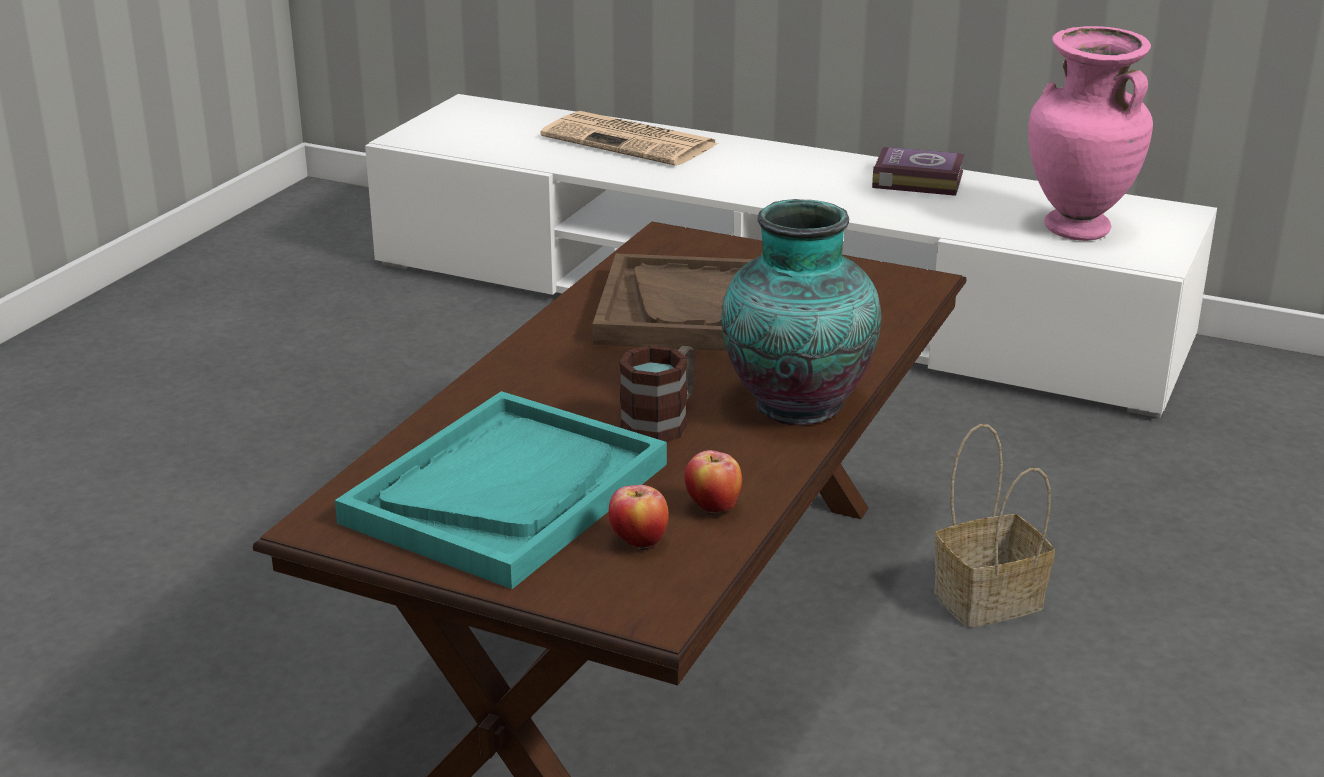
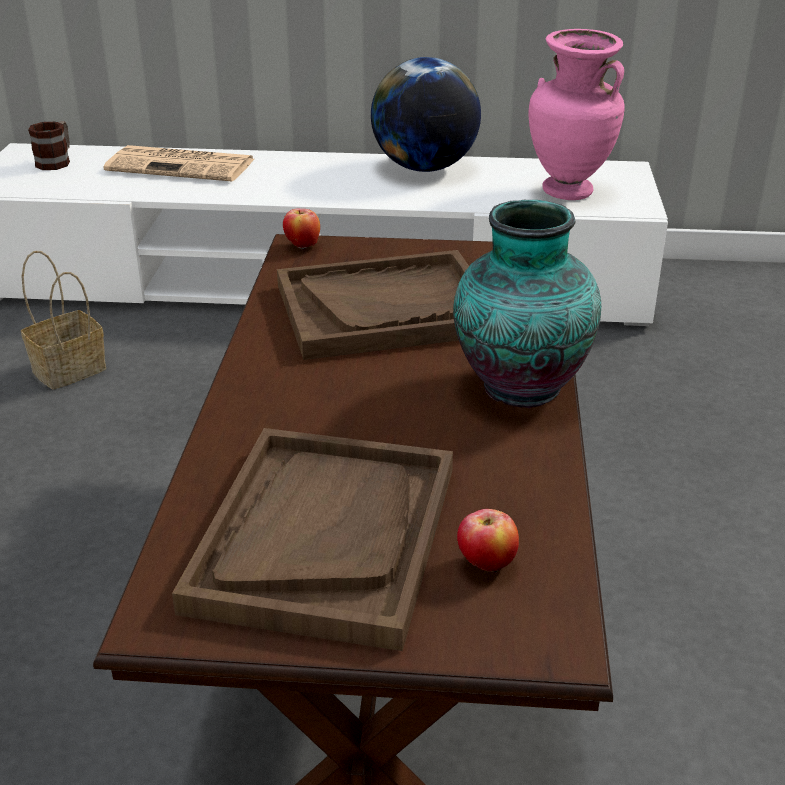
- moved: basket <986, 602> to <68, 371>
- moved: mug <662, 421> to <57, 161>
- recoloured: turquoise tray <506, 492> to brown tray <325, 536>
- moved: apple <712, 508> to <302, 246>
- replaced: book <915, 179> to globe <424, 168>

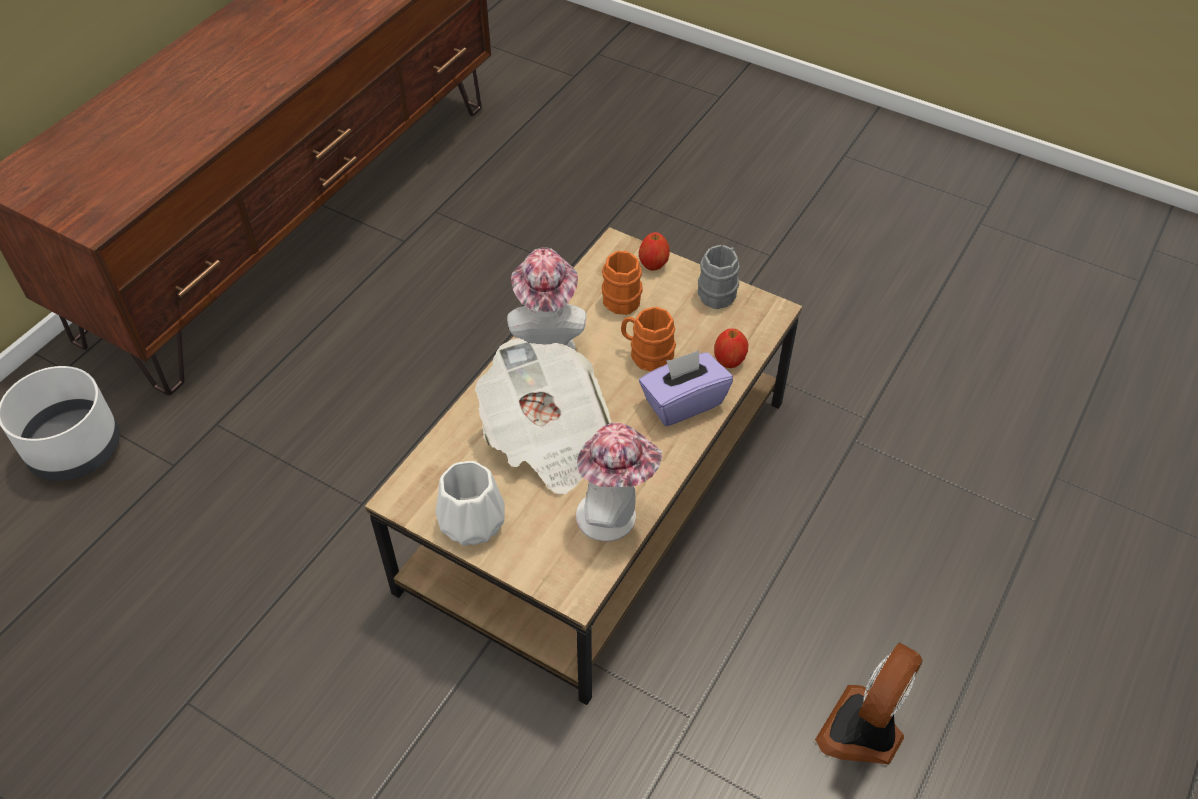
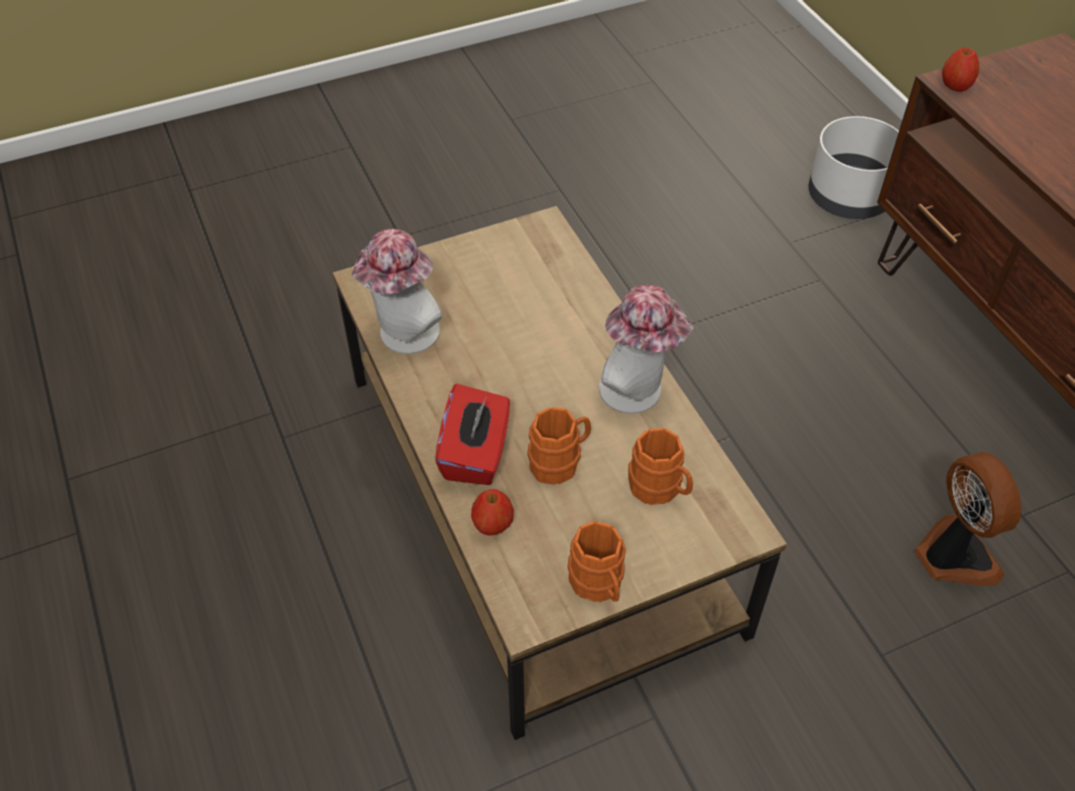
- recoloured: purple tissue box <683, 402> to red tissue box <476, 454>
- recoloured: grey mug <719, 291> to orange mug <598, 585>
- moved: fan <863, 732> to <952, 555>
- moved: apple <653, 264> to <955, 87>
- removed: white vase <472, 521>
- removed: newspaper <547, 438>

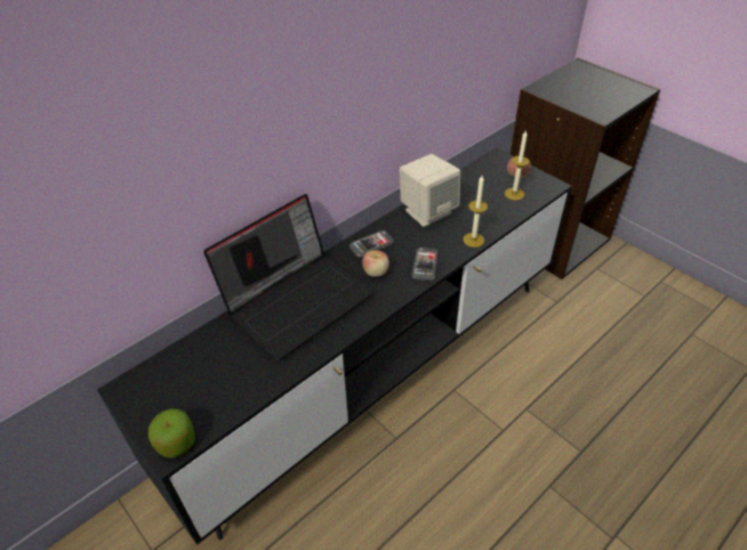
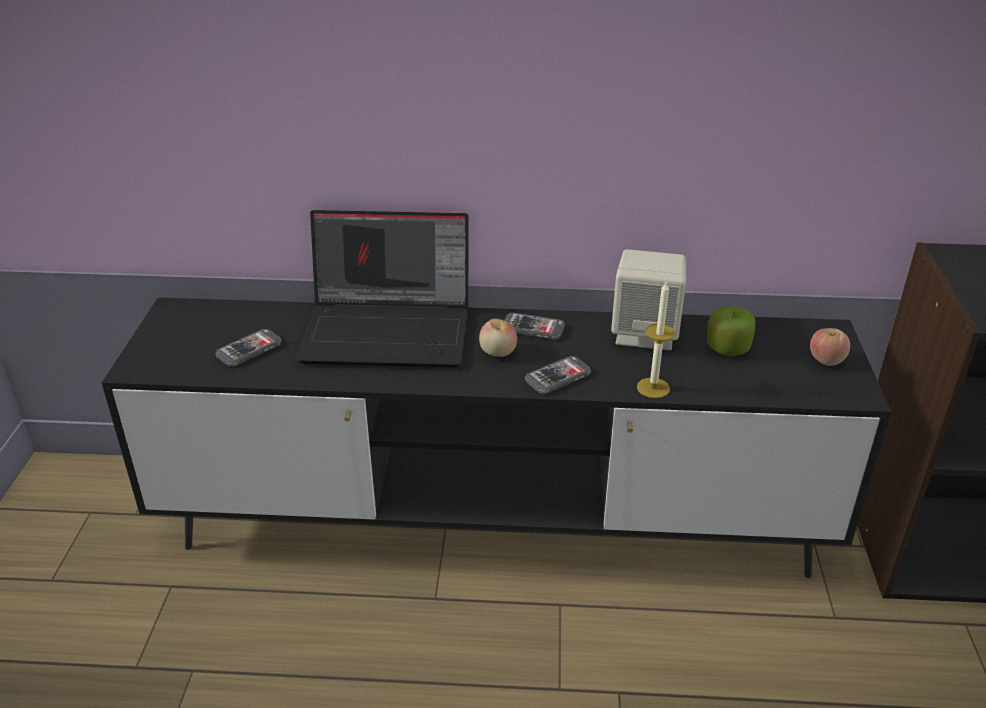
- added: phone <249, 349>
- moved: apple <176, 443> to <727, 348>
- removed: candle <514, 194>

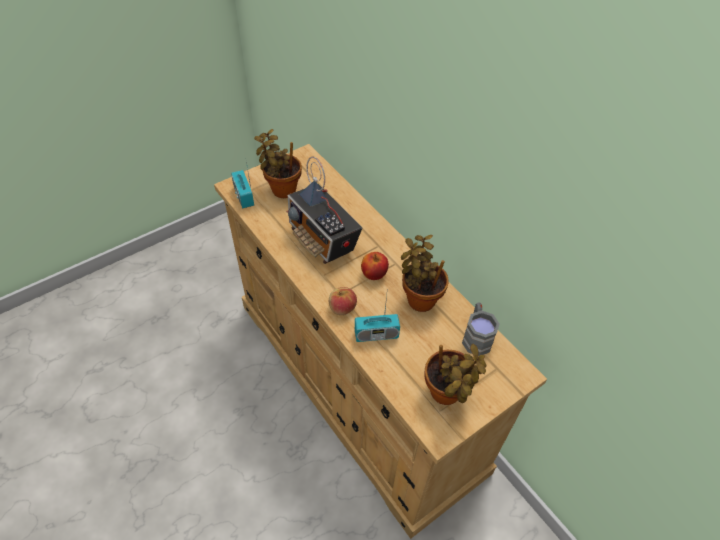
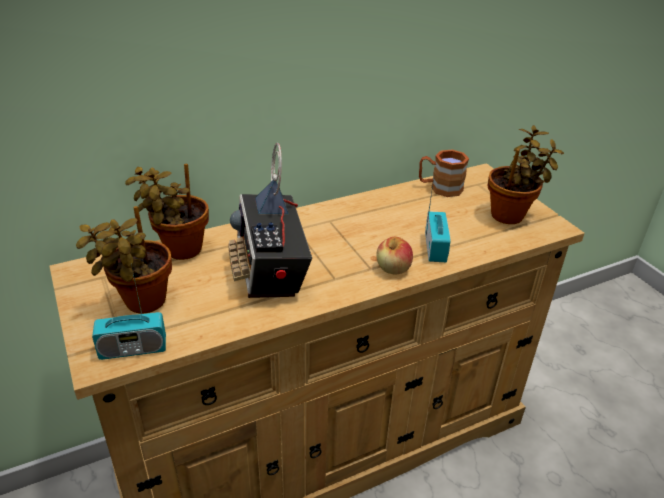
- moved: potted plant <419, 298> to <179, 250>
- turned: radio <323, 240> = <270, 272> 105 degrees clockwise
- recoloured: grey mug <476, 336> to brown mug <439, 188>
- removed: apple <374, 274>

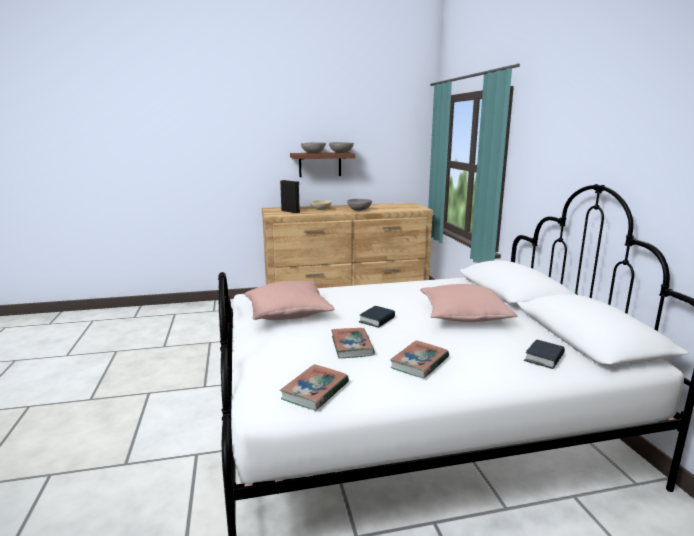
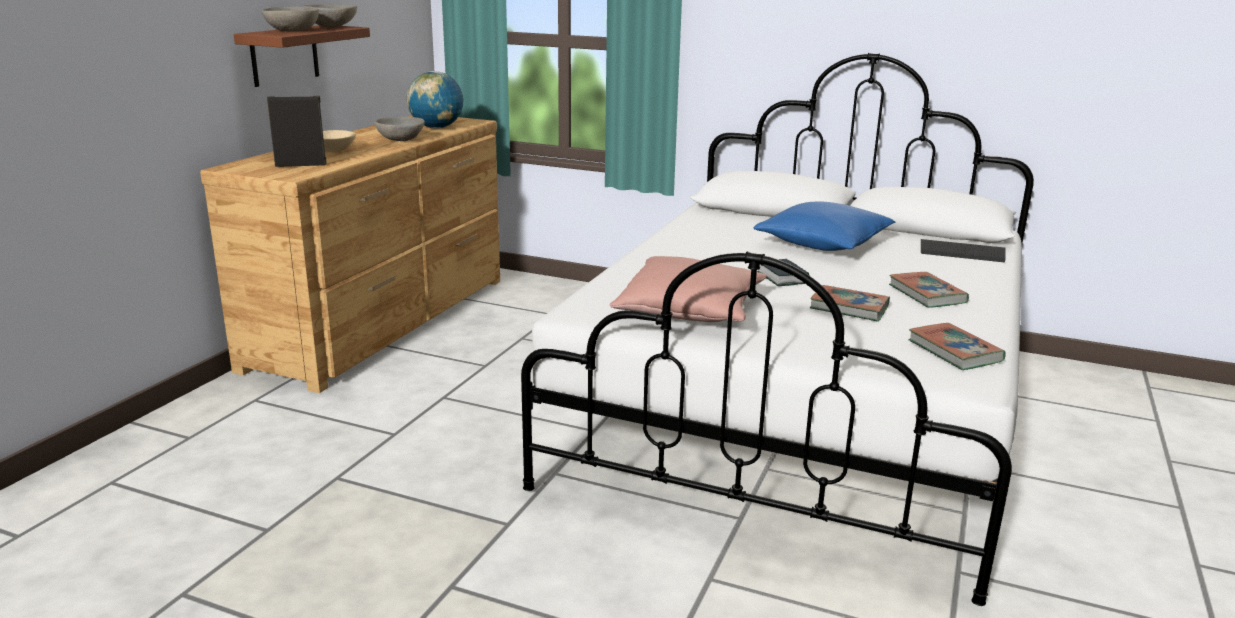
- added: globe <436, 128>
- recoloured: pink pillow <464, 316> to blue pillow <823, 244>
- replaced: book <544, 358> to keyboard <961, 253>

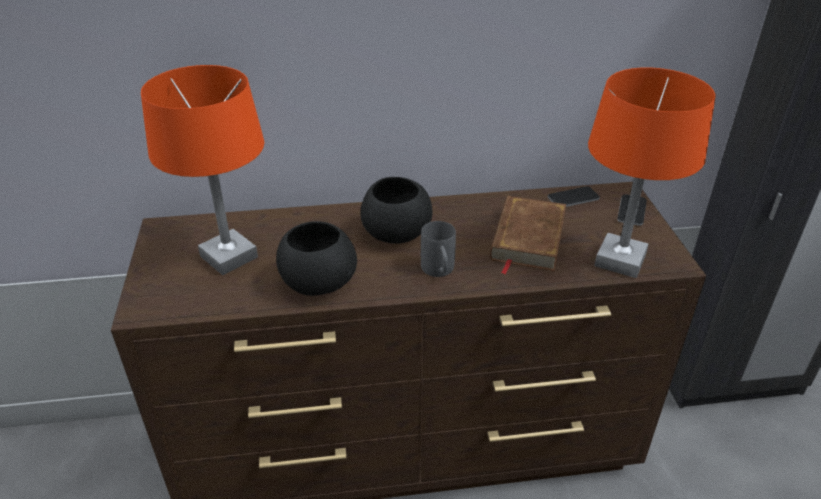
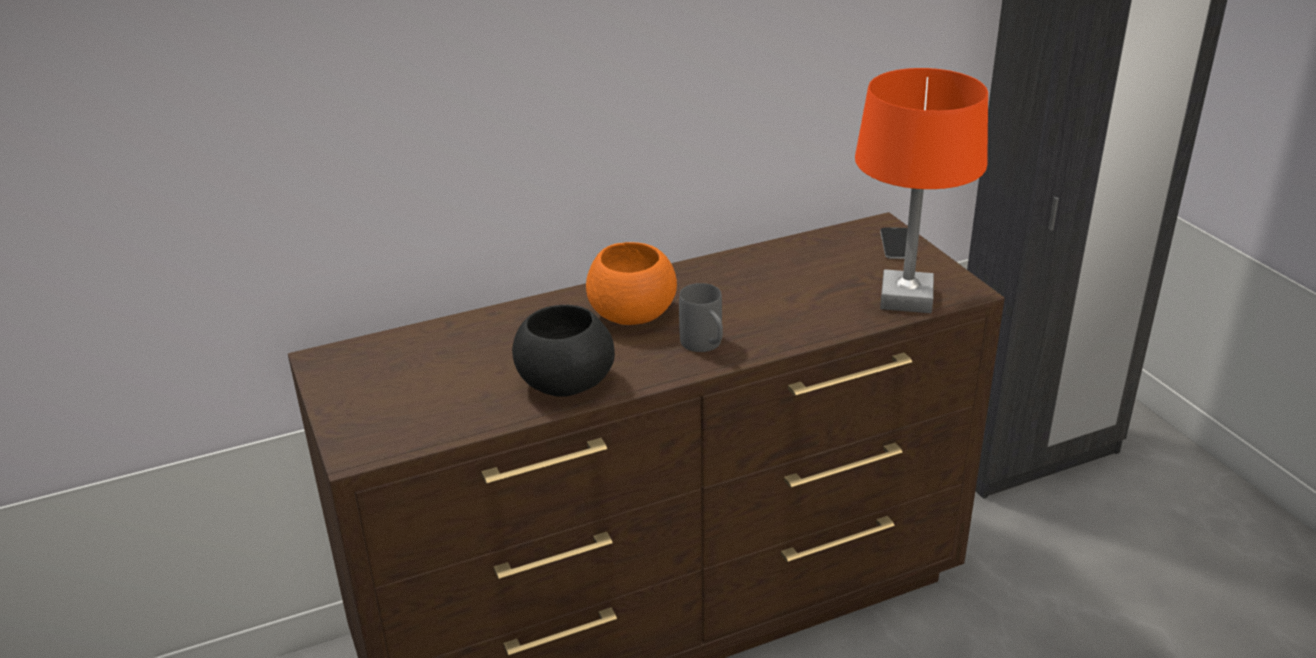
- recoloured: black bowl <395, 234> to orange bowl <631, 315>
- removed: orange table lamp <228, 257>
- removed: brown book <527, 238>
- removed: phone <573, 198>

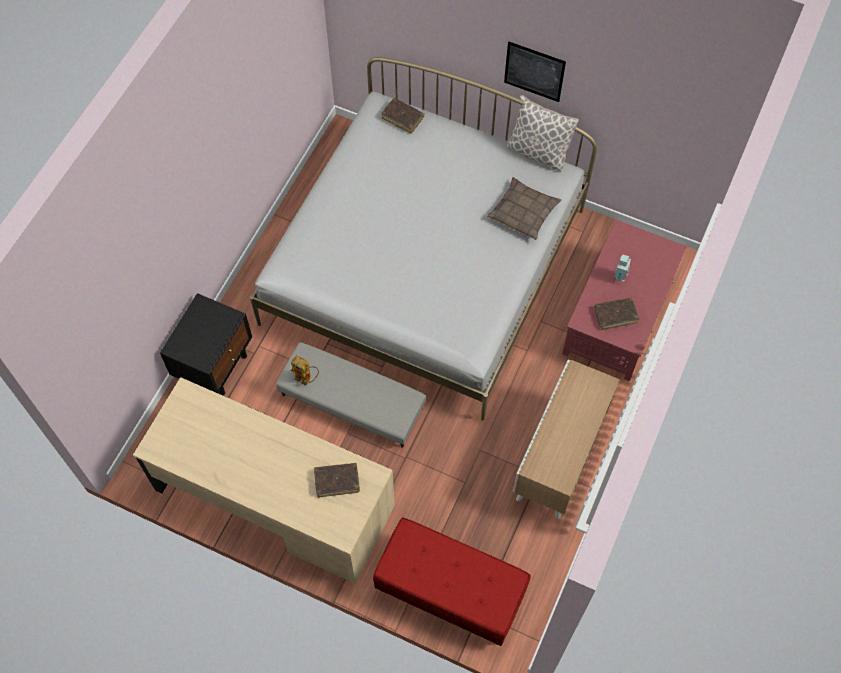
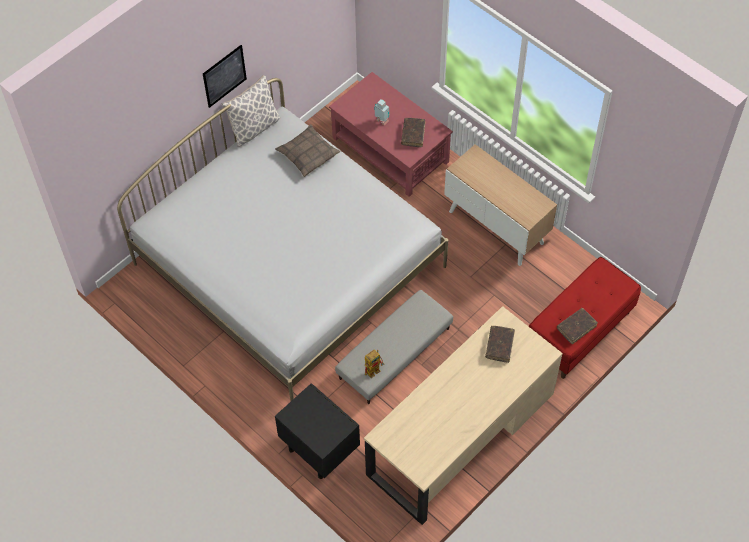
- moved: brown book <402, 118> to <576, 327>

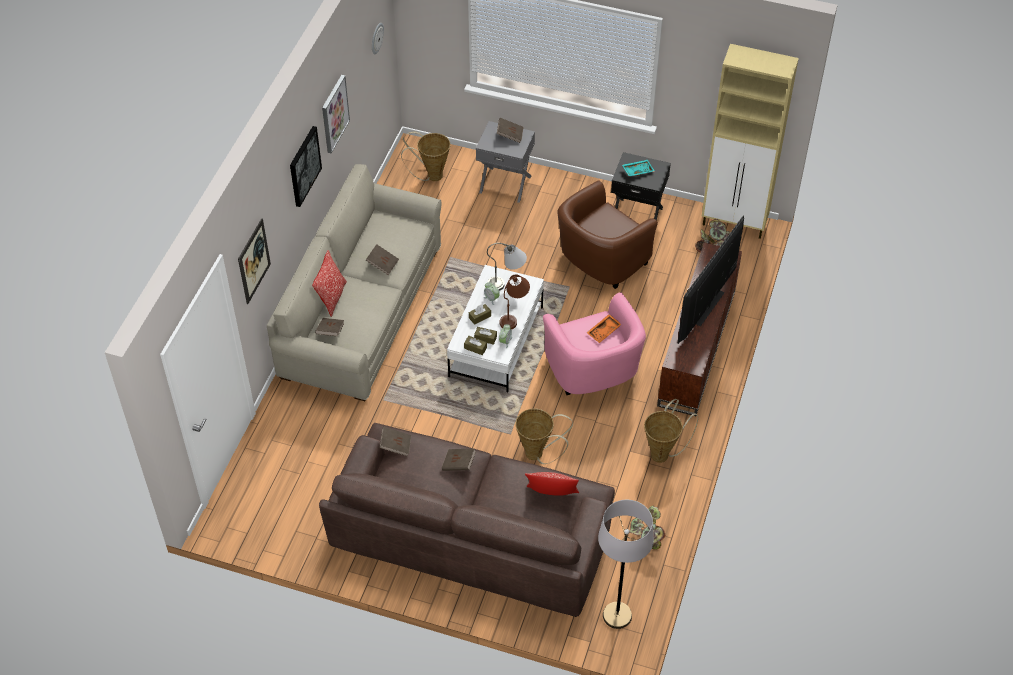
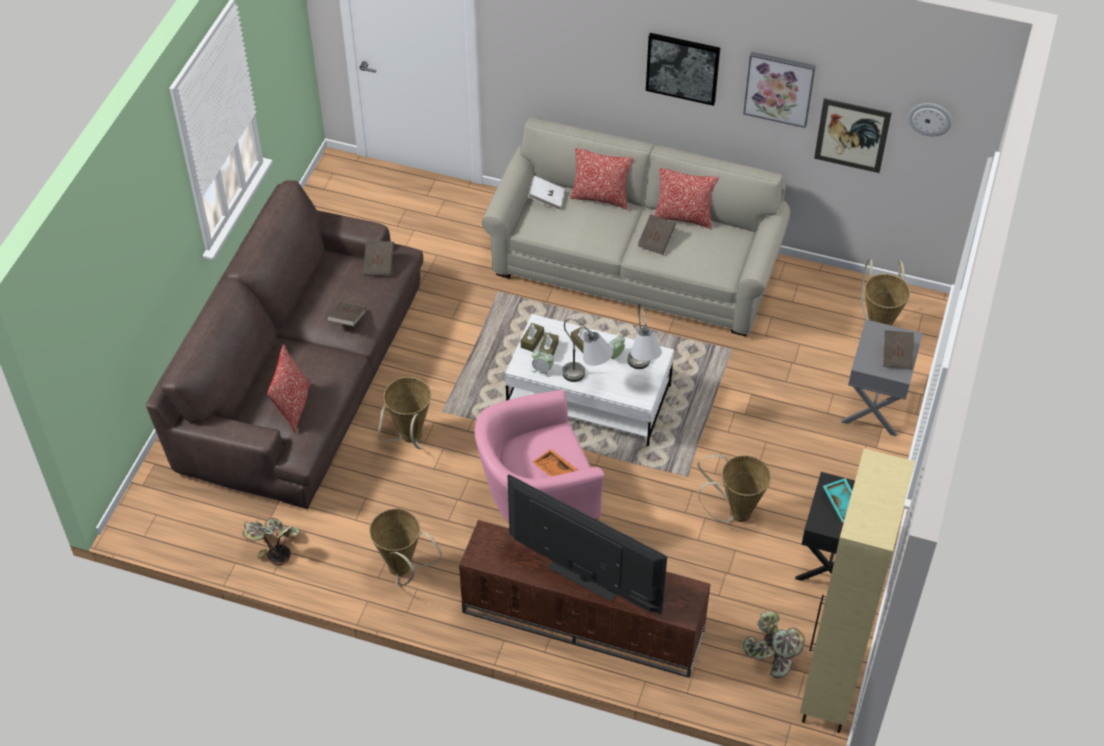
- recoloured: brown book <330, 331> to white book <546, 199>
- recoloured: brown table lamp <514, 315> to grey table lamp <587, 379>
- added: pillow <684, 217>
- replaced: brown armchair <600, 263> to basket <734, 513>
- moved: picture <254, 261> to <852, 135>
- removed: grey floor lamp <617, 616>

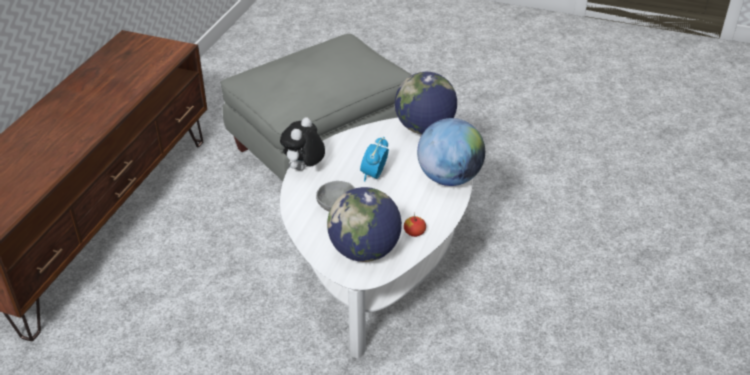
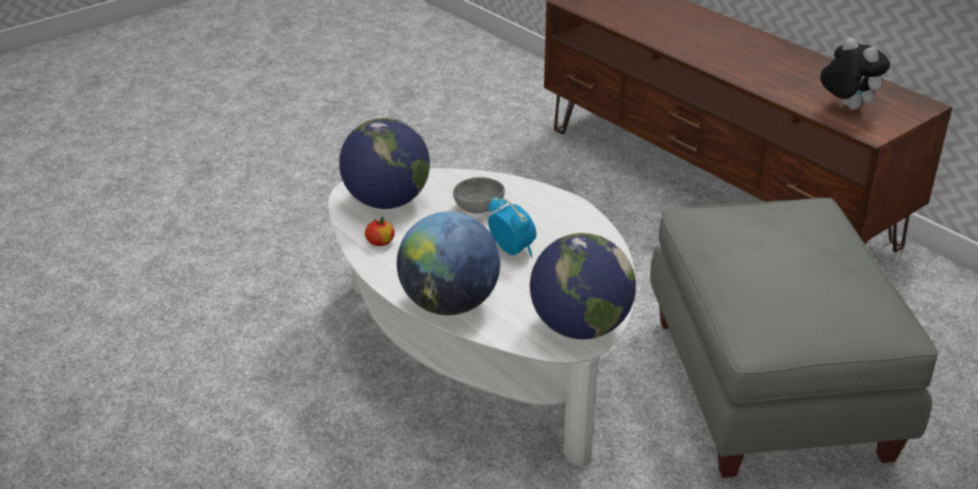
- moved: plush toy <304, 169> to <846, 107>

